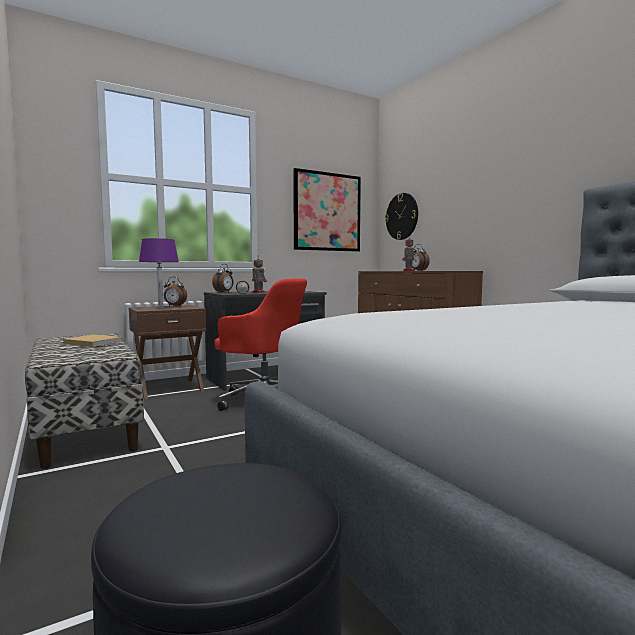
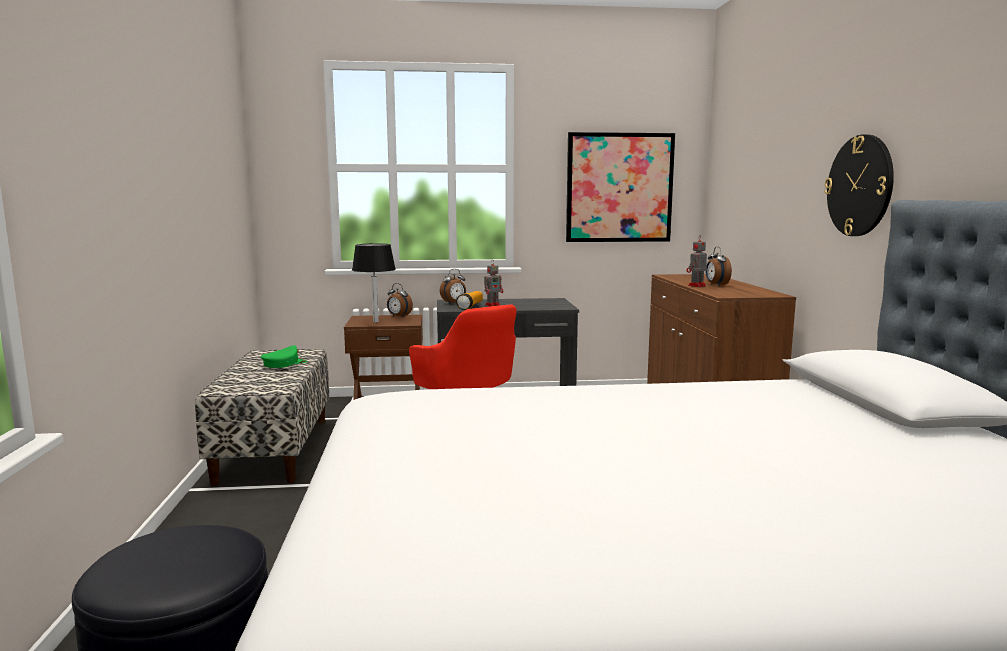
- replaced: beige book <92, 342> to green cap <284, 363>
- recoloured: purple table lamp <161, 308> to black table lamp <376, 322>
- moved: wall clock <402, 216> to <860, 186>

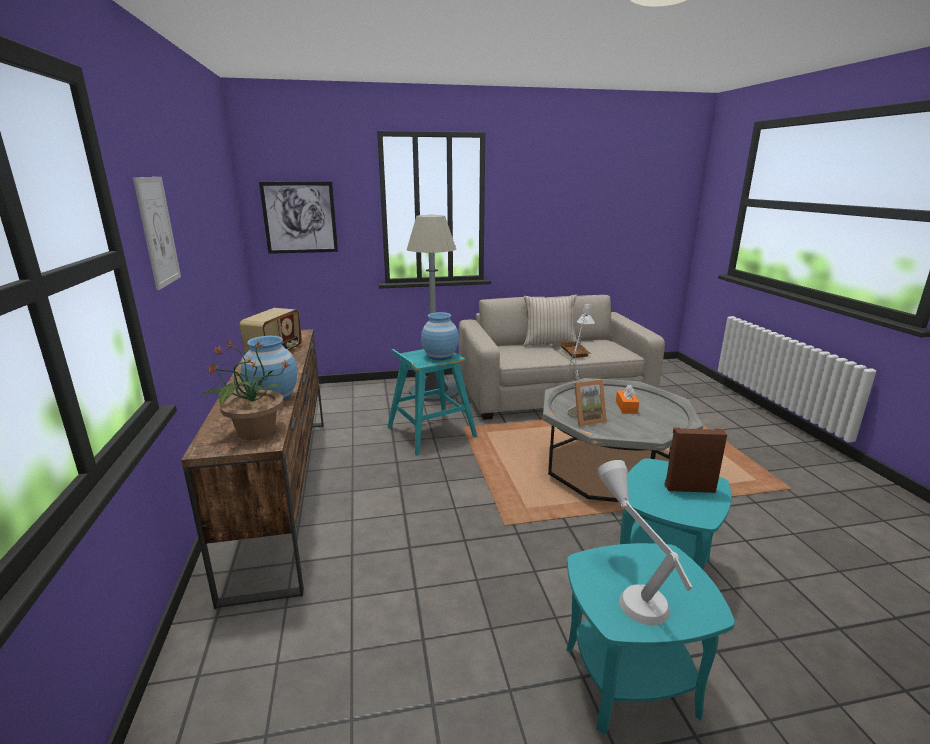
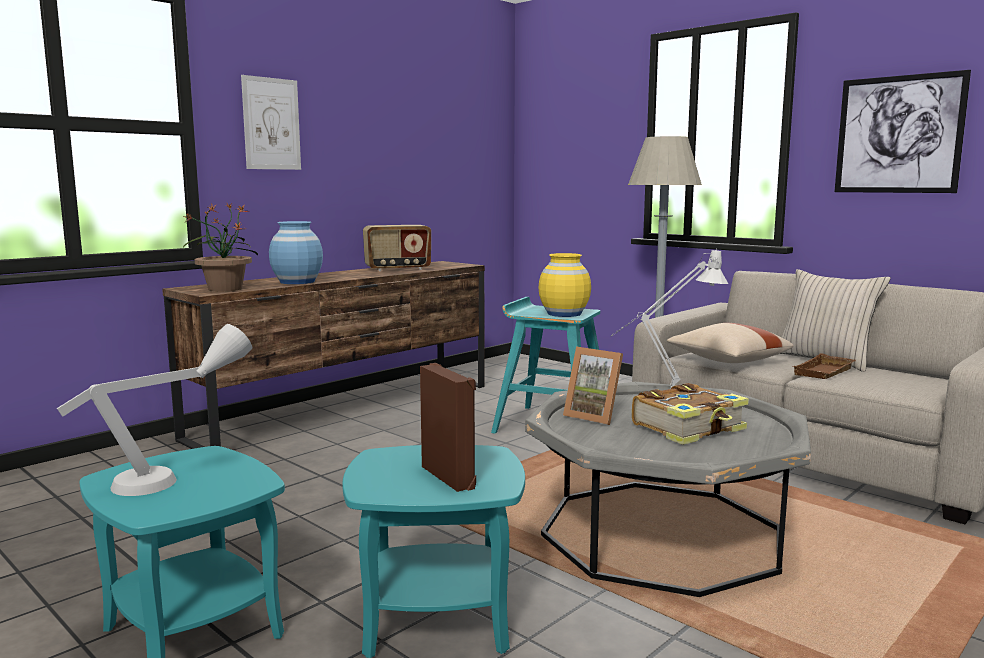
- recoloured: blue vase <440, 356> to yellow vase <564, 314>
- replaced: orange tissue box <626, 407> to book <690, 428>
- added: beige pillow <727, 361>
- moved: picture <300, 217> to <898, 134>

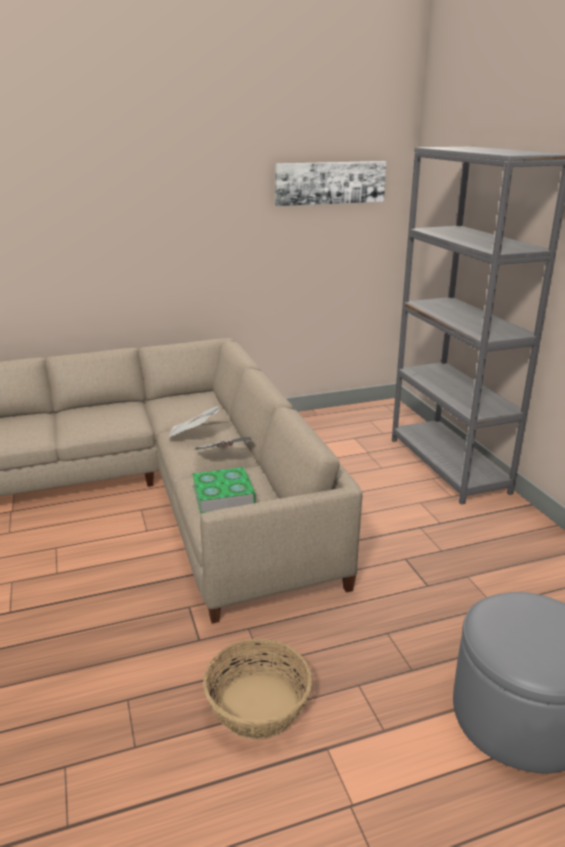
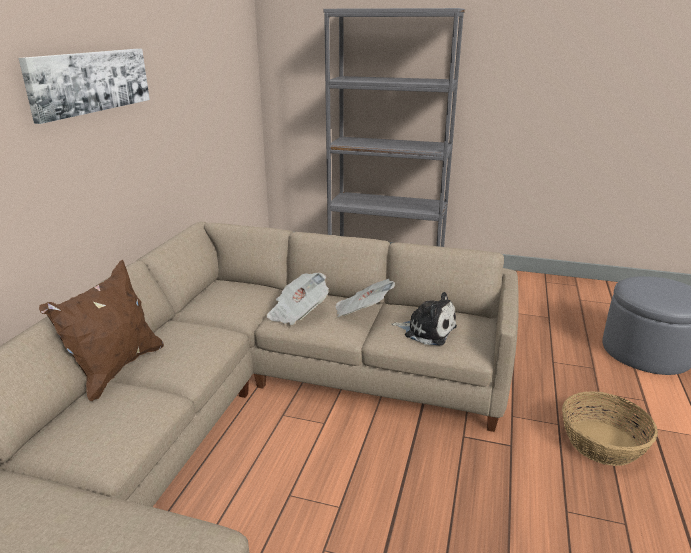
- moved: picture <330, 183> to <90, 82>
- added: brown pillow <116, 369>
- replaced: book <223, 495> to plush toy <427, 330>

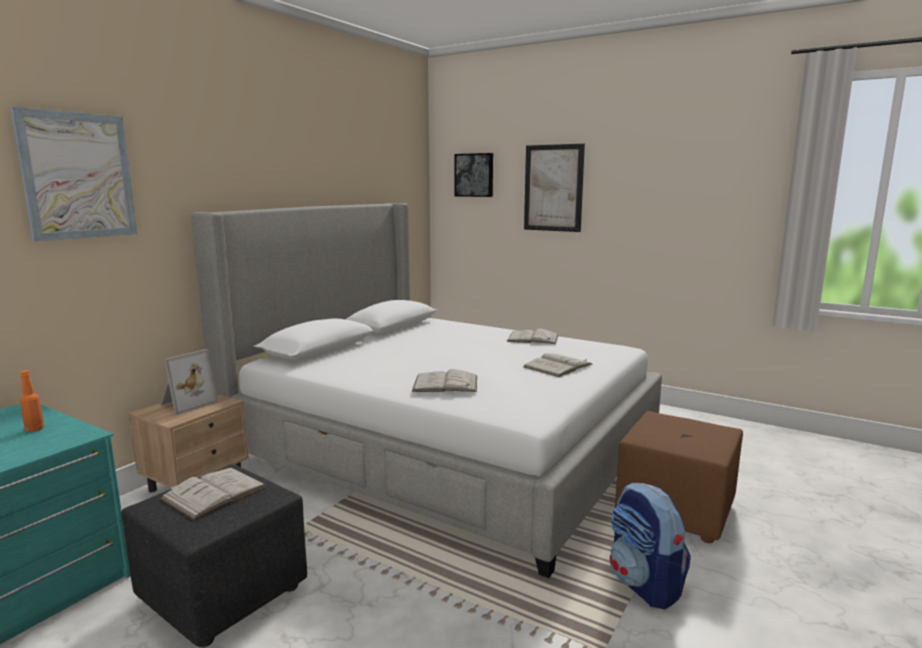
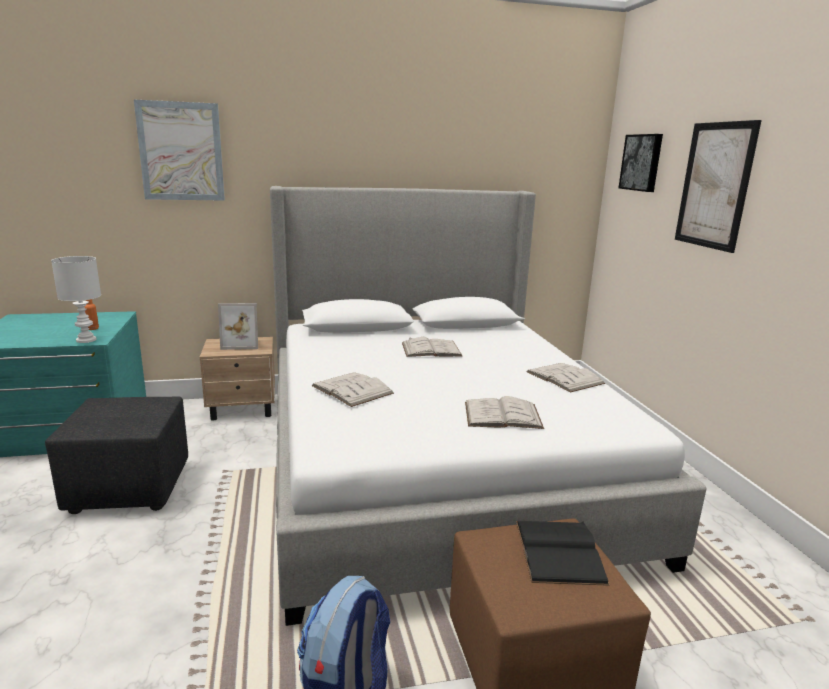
- added: white table lamp <85, 340>
- moved: white book <214, 492> to <431, 349>
- added: black book <559, 551>

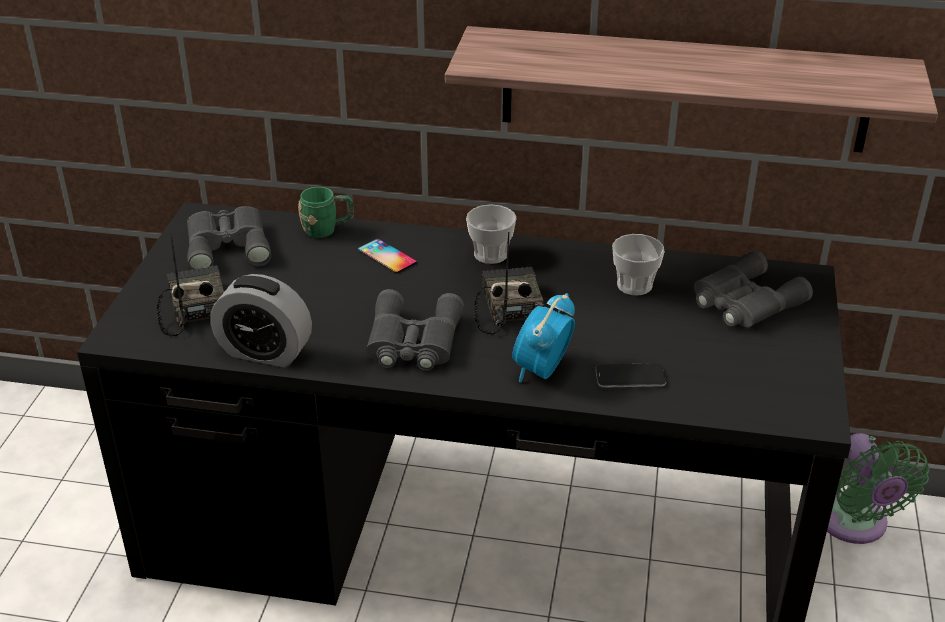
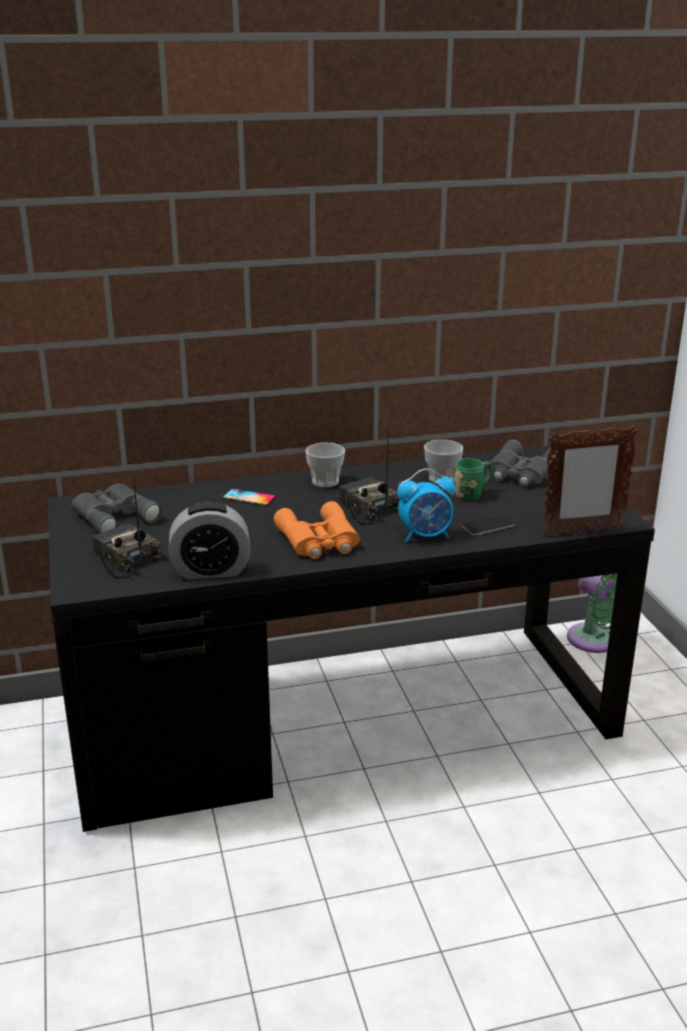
- recoloured: grey binoculars <412, 342> to orange binoculars <318, 541>
- turned: alarm clock <541, 370> = <426, 536> 105 degrees counterclockwise
- moved: green mug <327, 230> to <473, 494>
- added: picture frame <582, 531>
- removed: shelf <683, 89>

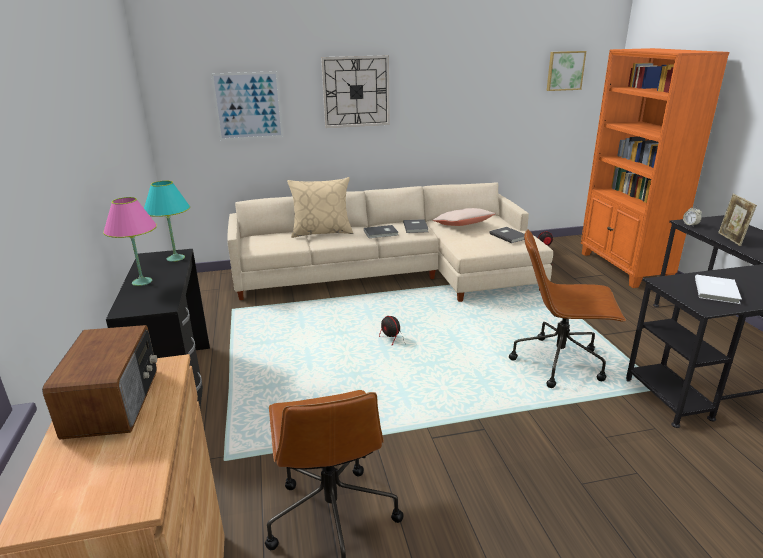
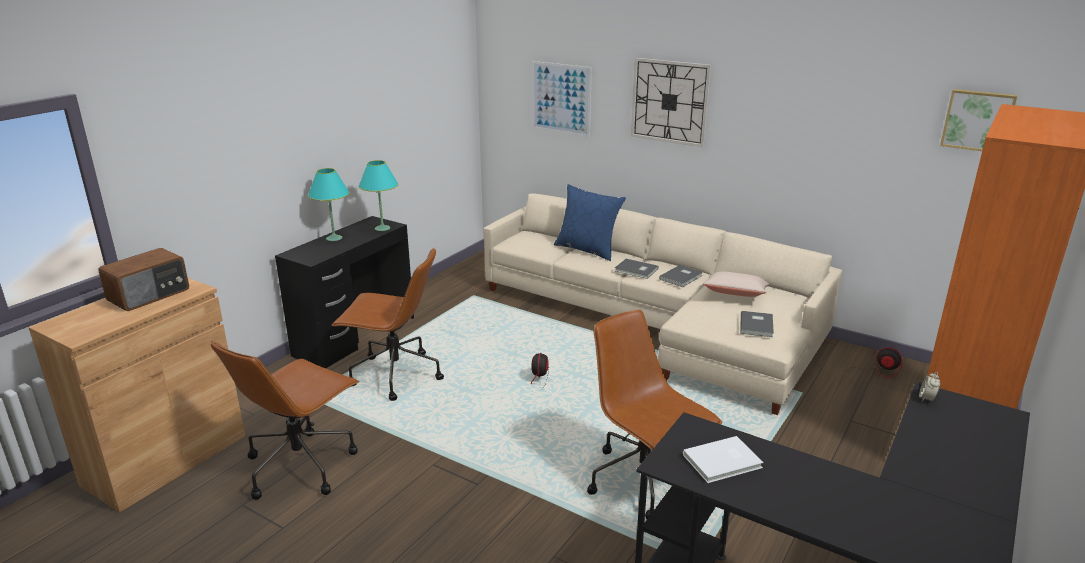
- recoloured: pink table lamp <142, 282> to turquoise table lamp <334, 238>
- added: brown office chair <394, 375>
- recoloured: beige pillow <322, 232> to blue pillow <587, 249>
- removed: picture frame <731, 239>

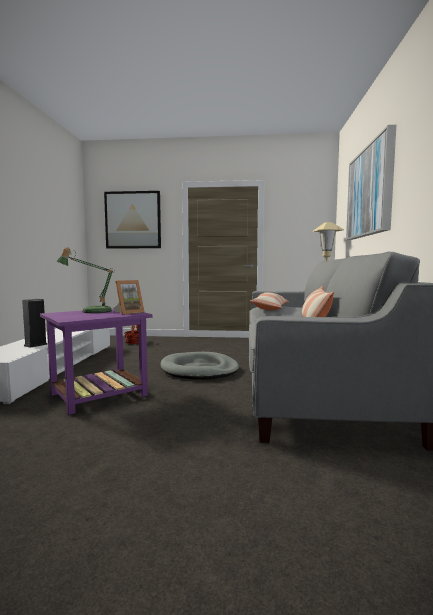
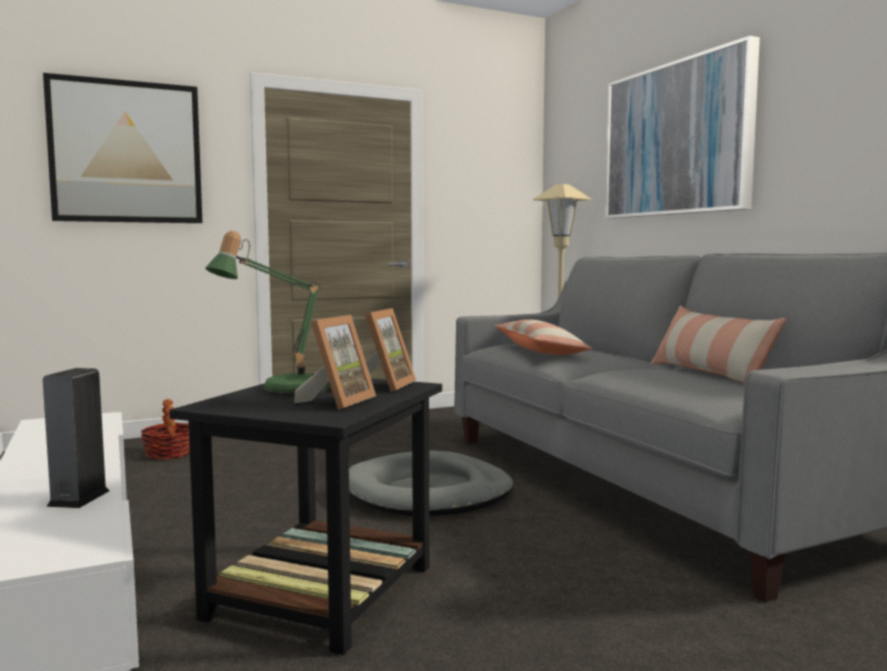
- recoloured: purple side table <100, 394> to black side table <323, 590>
- added: picture frame <337, 401>

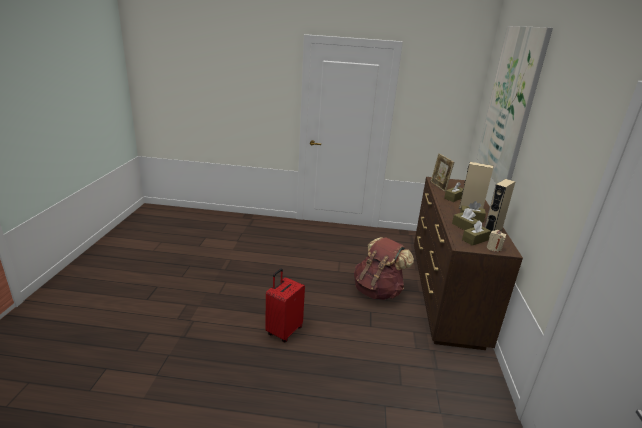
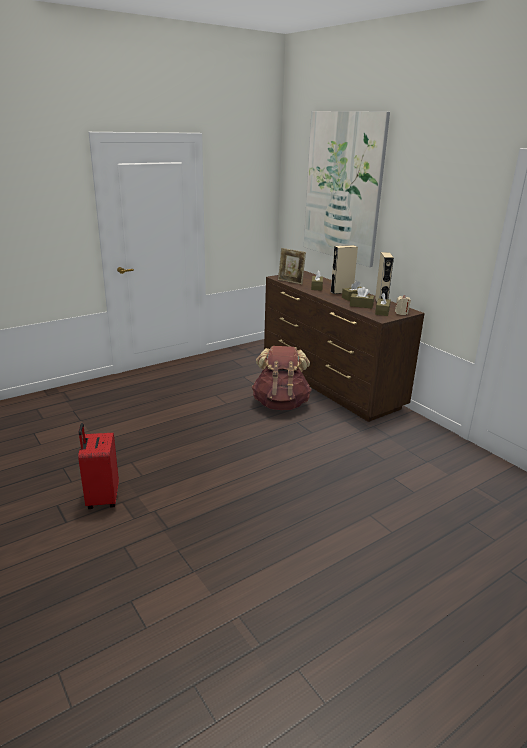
- moved: red suitcase <283, 331> to <102, 498>

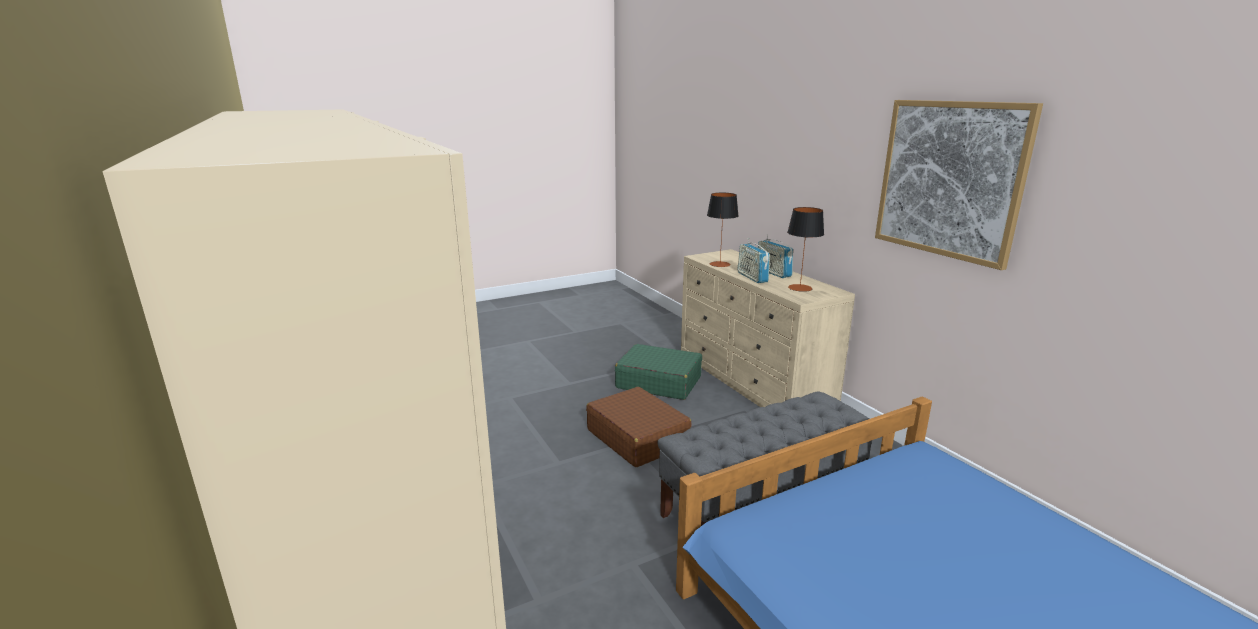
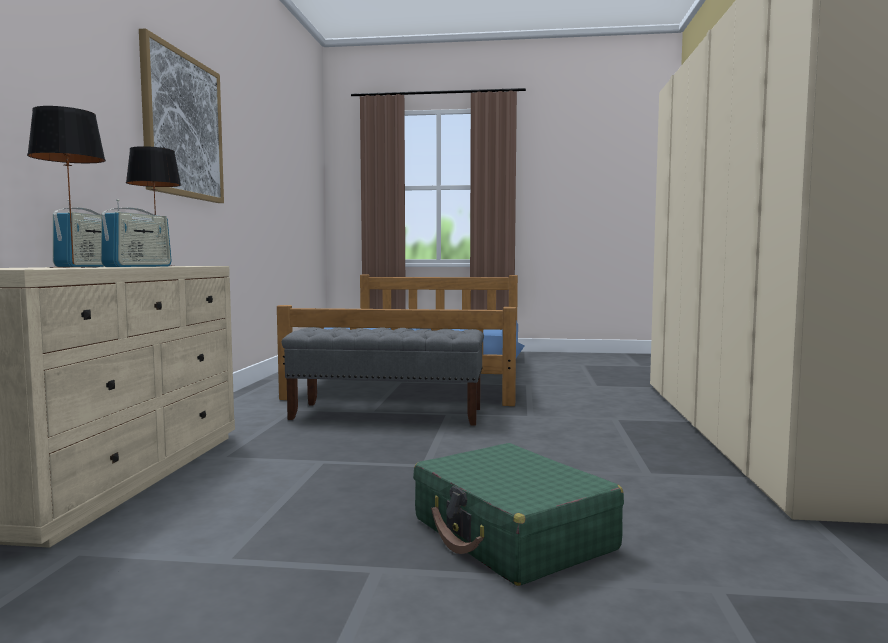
- moved: green suitcase <658, 382> to <512, 534>
- removed: brown suitcase <637, 438>

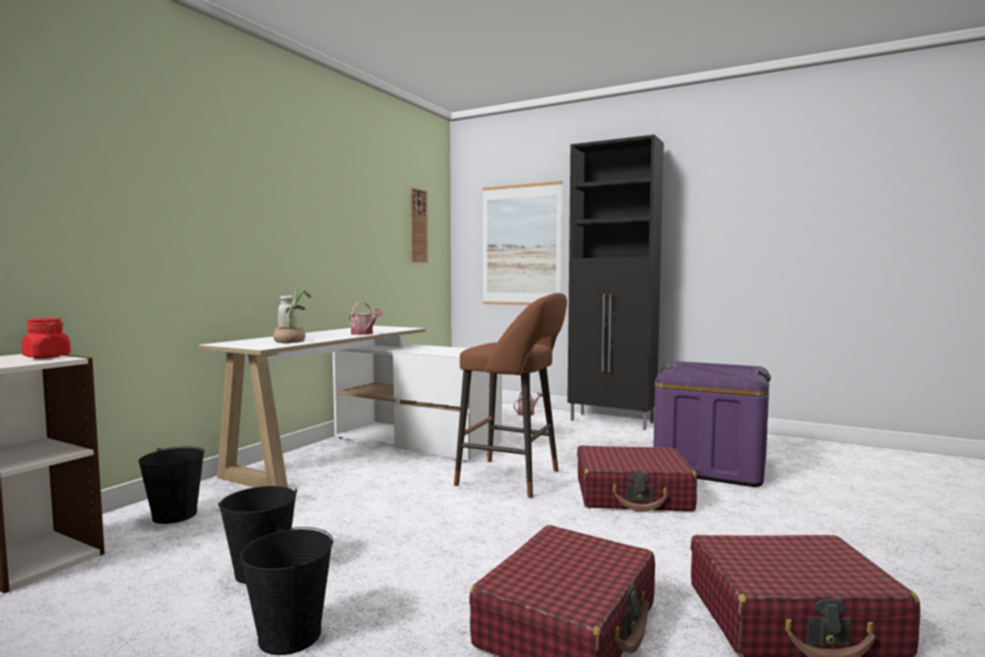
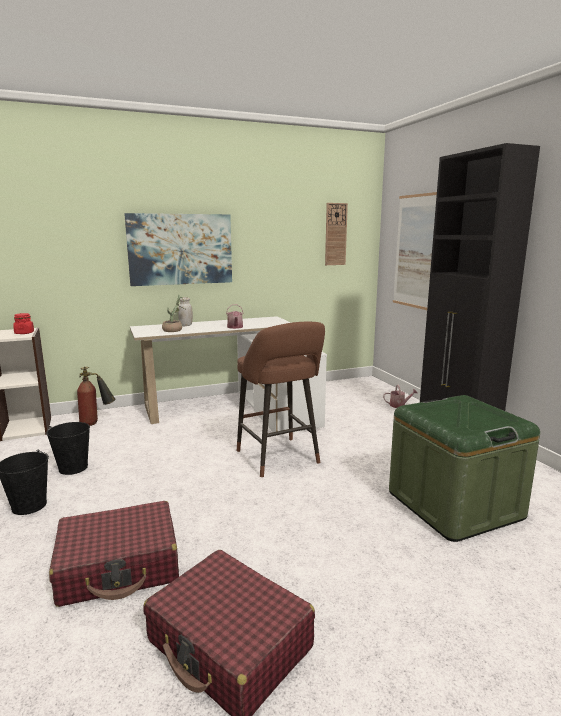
- replaced: black bucket <174, 515> to fire extinguisher <96, 422>
- added: picture <180, 249>
- recoloured: purple storage box <710, 465> to green storage box <454, 505>
- removed: red suitcase <633, 495>

